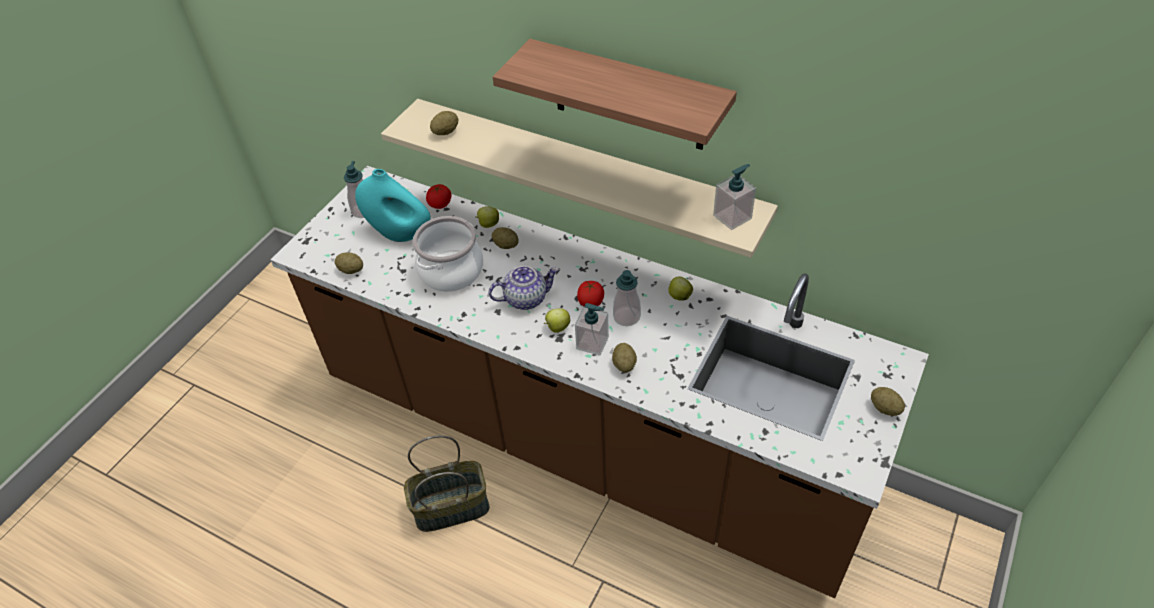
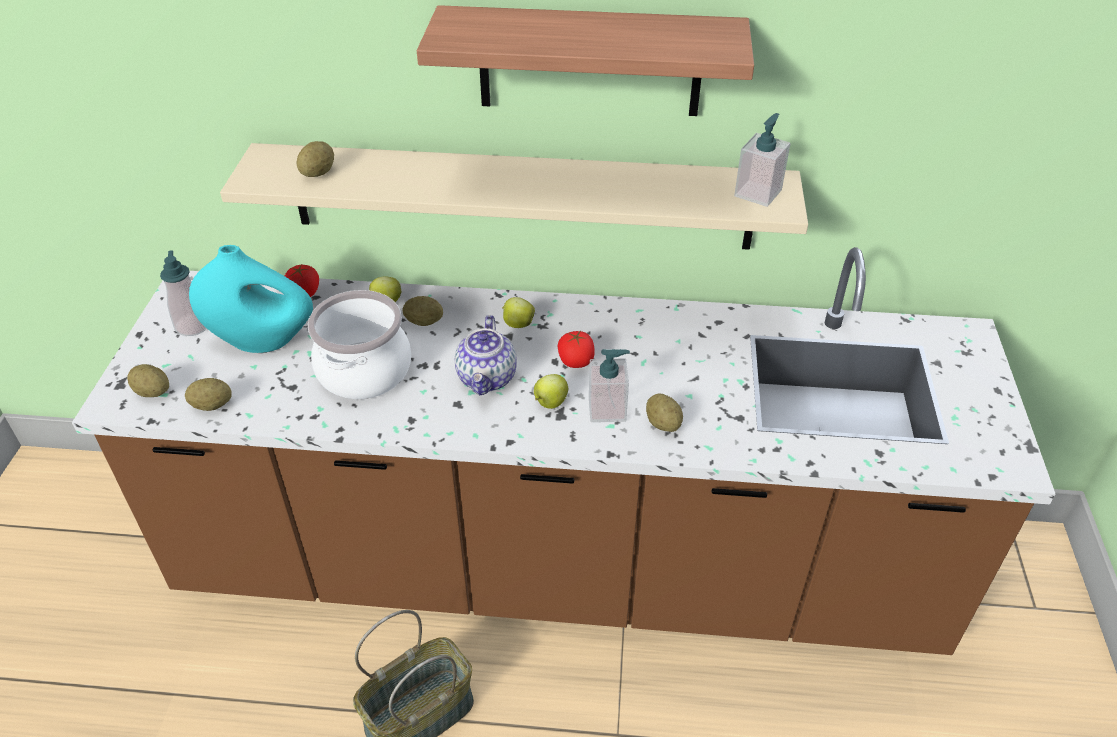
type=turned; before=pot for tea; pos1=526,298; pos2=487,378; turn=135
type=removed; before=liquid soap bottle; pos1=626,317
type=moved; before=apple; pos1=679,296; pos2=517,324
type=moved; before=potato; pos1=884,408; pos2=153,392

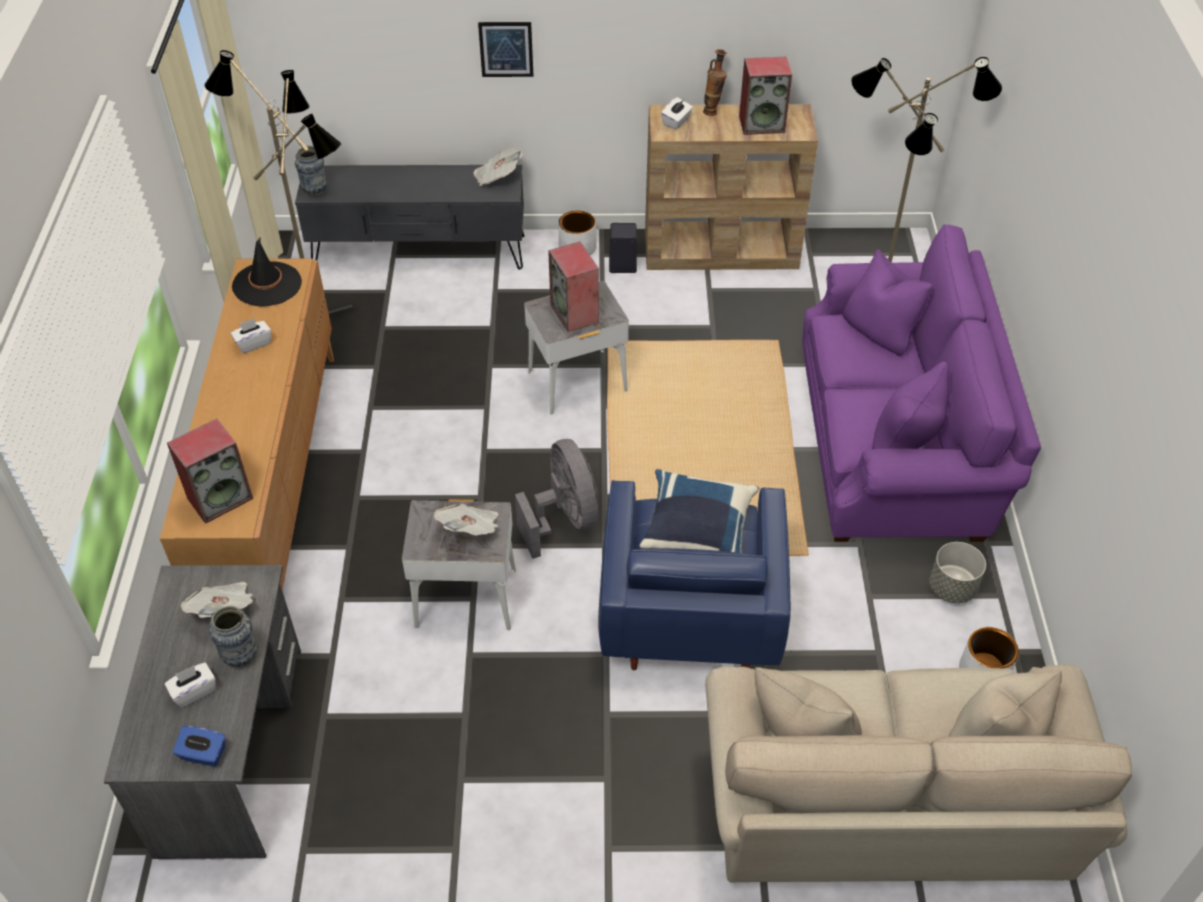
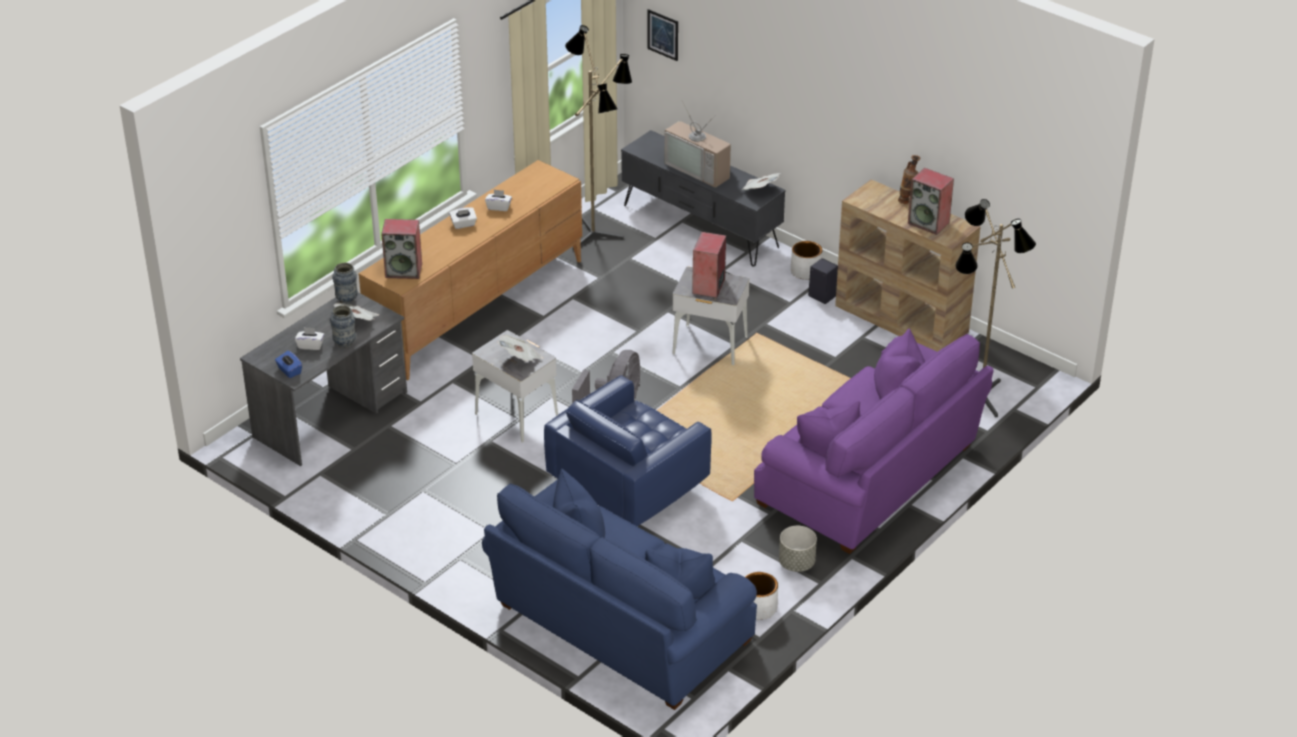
type=moved; before=wall picture; pos1=506,49; pos2=663,35
type=moved; before=tissue holder/whitish; pos1=676,121; pos2=463,224
type=moved; before=vase; pos1=315,191; pos2=347,300
type=removed; before=wearable hat/blackish; pos1=267,284
type=removed; before=throw pillow/bluish; pos1=697,530
type=recoloured; before=couch/sand-coloured; after=couch/bluish; pos1=885,807; pos2=620,627
type=added; after=TV; pos2=700,169

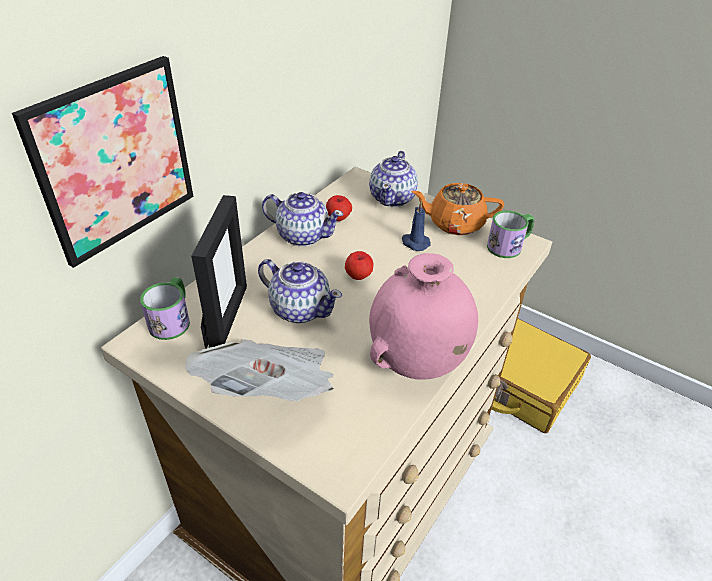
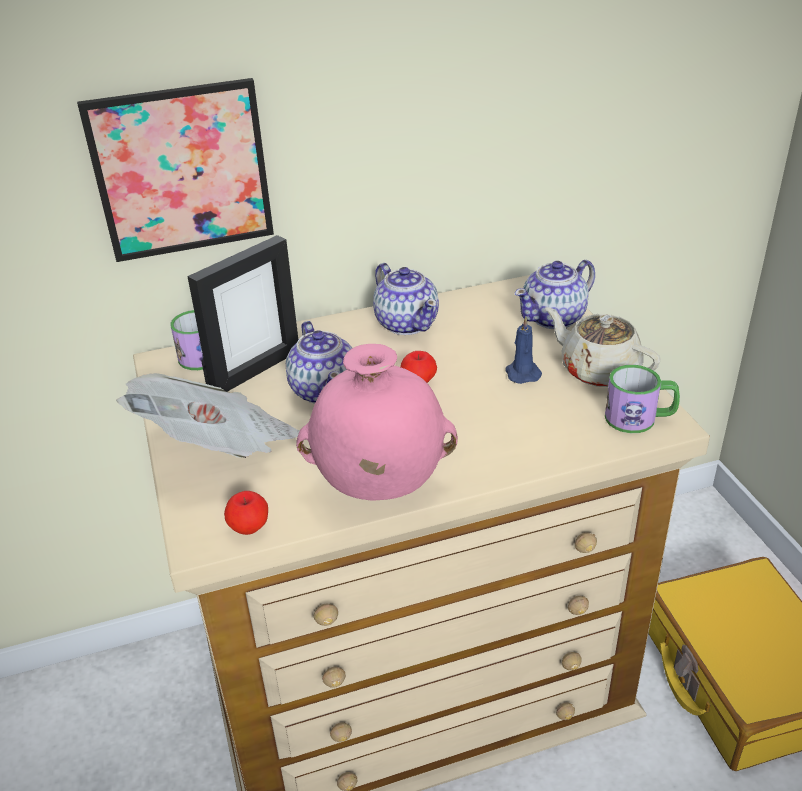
type=recoloured; before=pot for tea/orange-coloured; after=pot for tea/sand-coloured; pos1=454,223; pos2=598,370
type=moved; before=apple; pos1=338,218; pos2=249,528

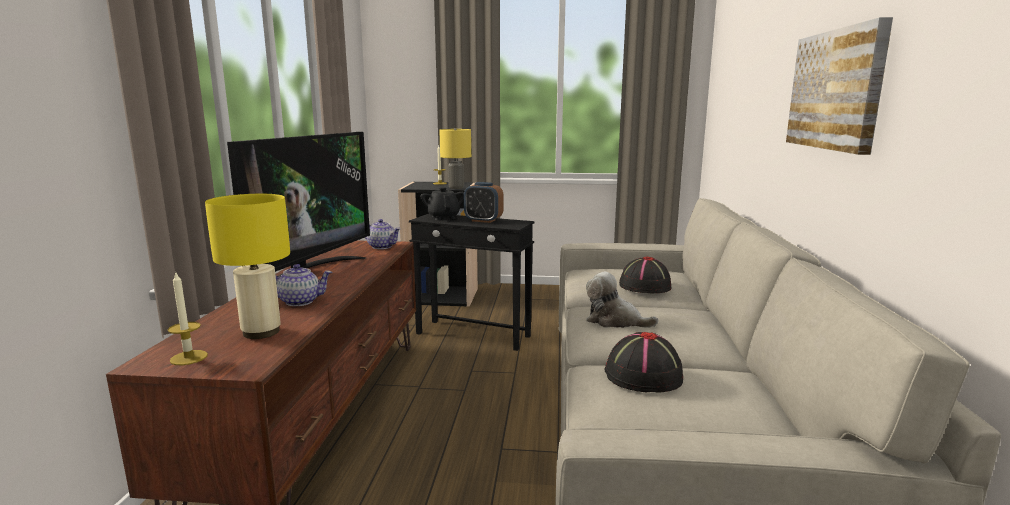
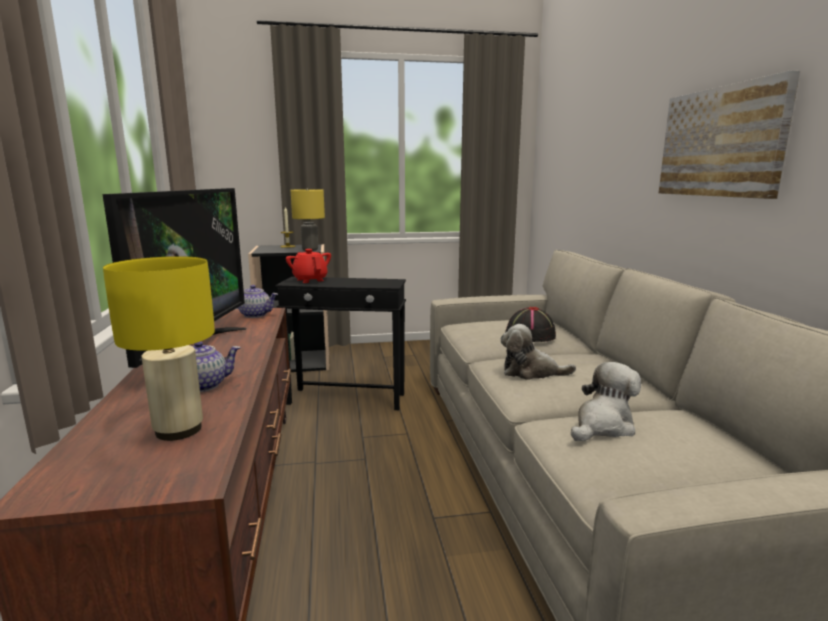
type=removed; before=alarm clock; pos1=483,220
type=recoloured; before=pot for tea/blackish; after=pot for tea/red-coloured; pos1=443,217; pos2=310,280
type=removed; before=wax light; pos1=189,357
type=replaced; before=wearable hat/blackish; after=soft toy; pos1=642,376; pos2=602,426

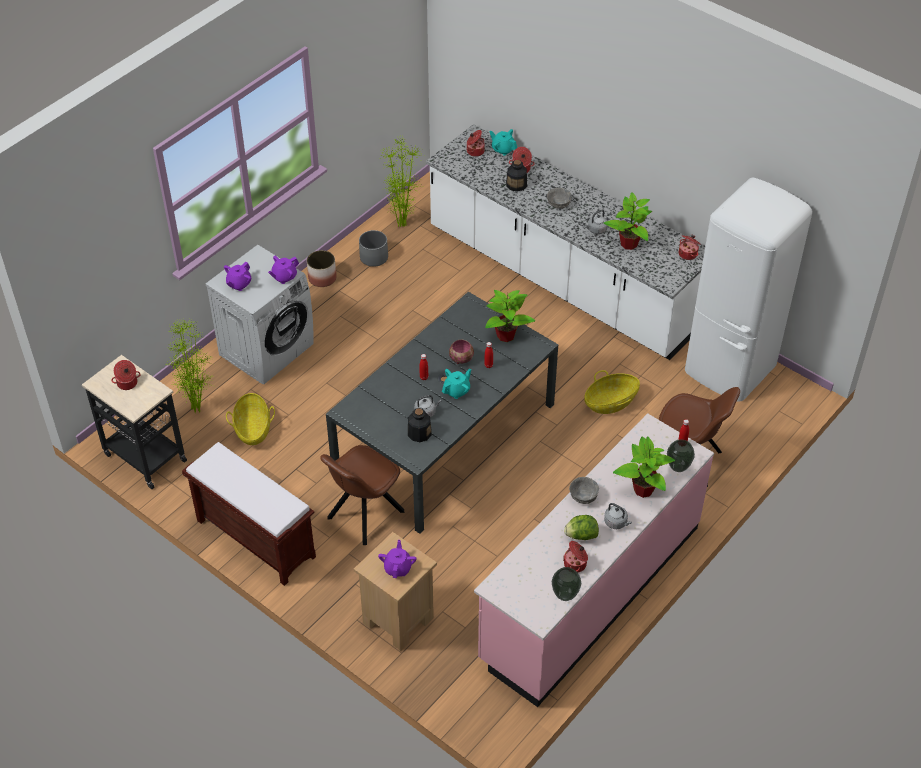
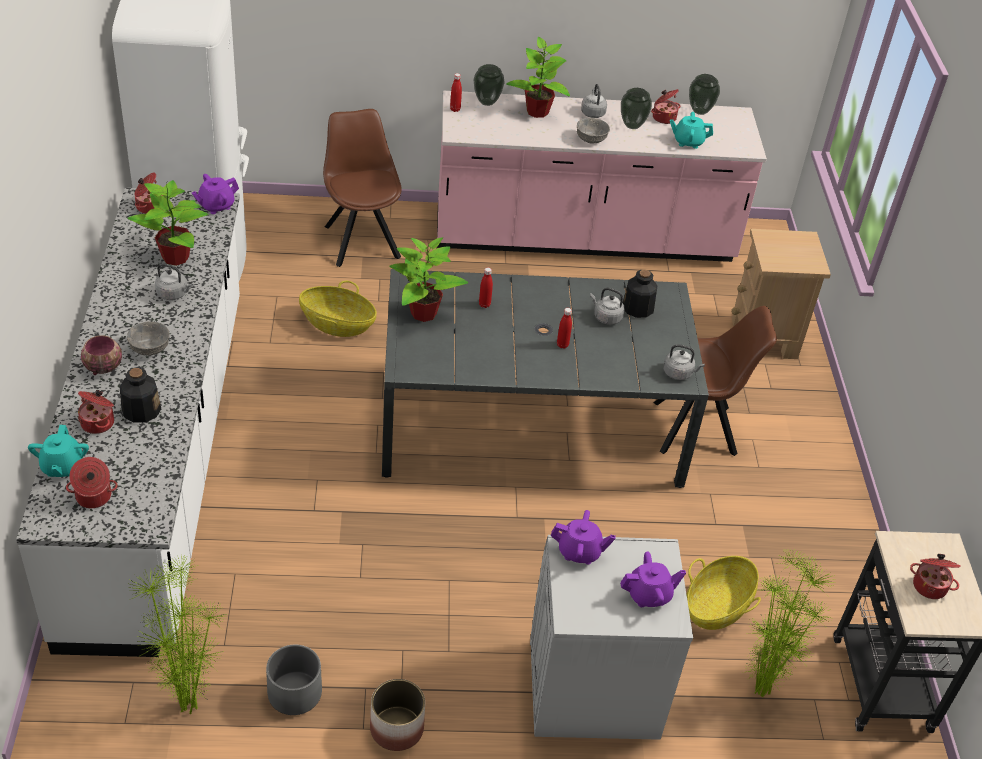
type=moved; before=bowl; pos1=462,359; pos2=102,367
type=moved; before=pot for tea/blue-green; pos1=457,391; pos2=688,142
type=removed; before=long seat/brown-coloured; pos1=254,538
type=replaced; before=head of lettuce; after=vase; pos1=581,535; pos2=632,125
type=moved; before=pot for tea/purplish; pos1=398,568; pos2=216,206
type=added; after=kettle/gray; pos2=679,373

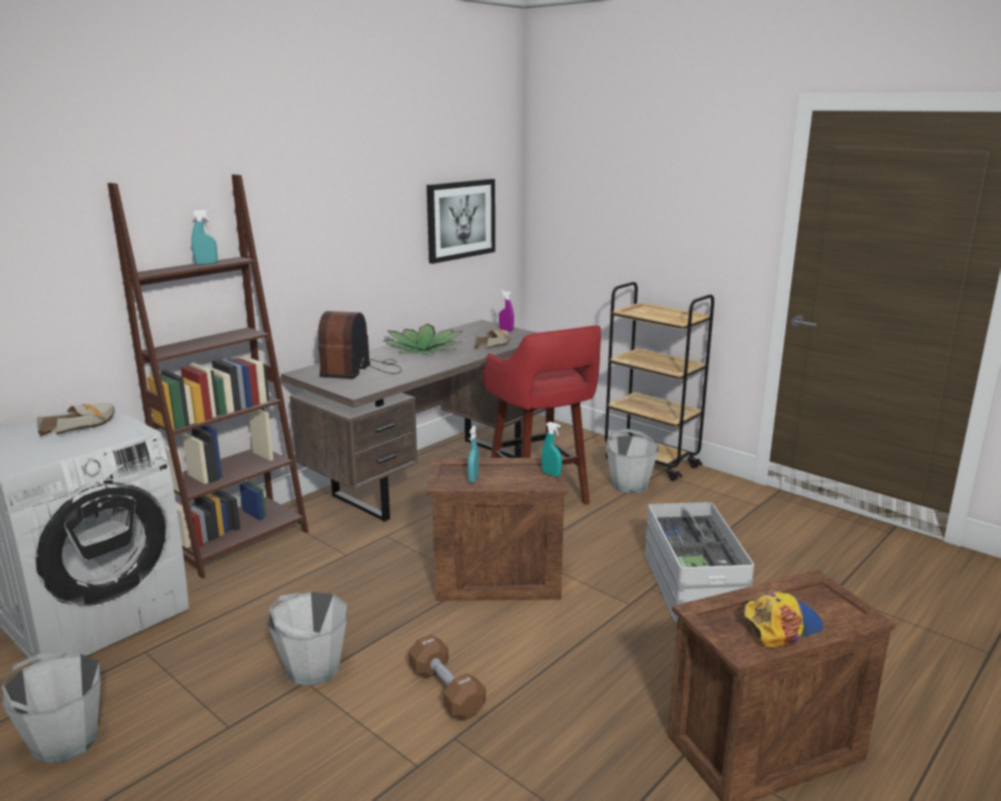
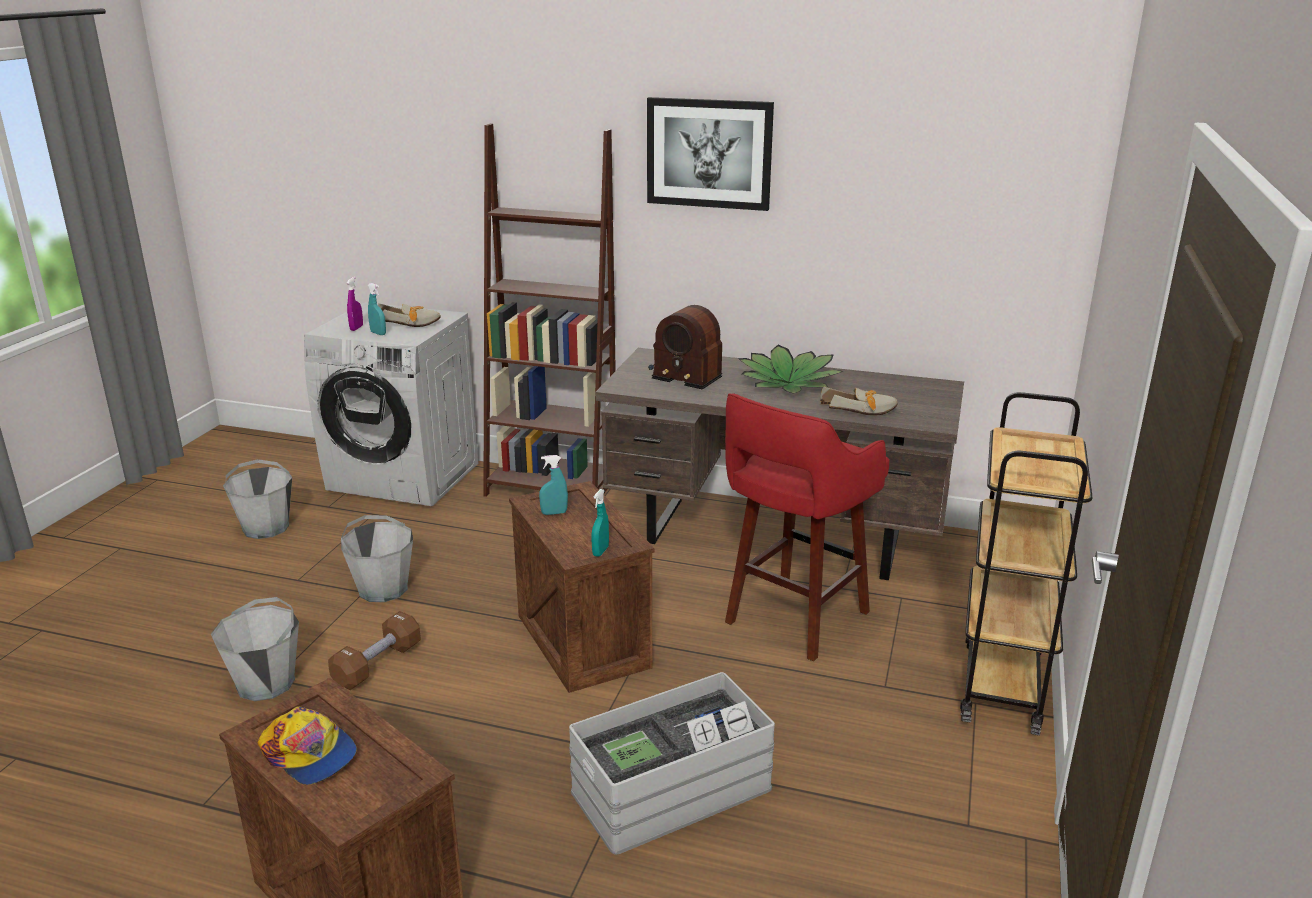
type=moved; before=wall picture; pos1=460,219; pos2=709,153
type=moved; before=hand sprayer/blue-green; pos1=206,264; pos2=378,333
type=moved; before=hand sprayer/purplish; pos1=506,330; pos2=356,328
type=turned; before=radio; pos1=361,370; pos2=685,373; turn=-135
type=moved; before=pail/gray; pos1=629,485; pos2=266,683

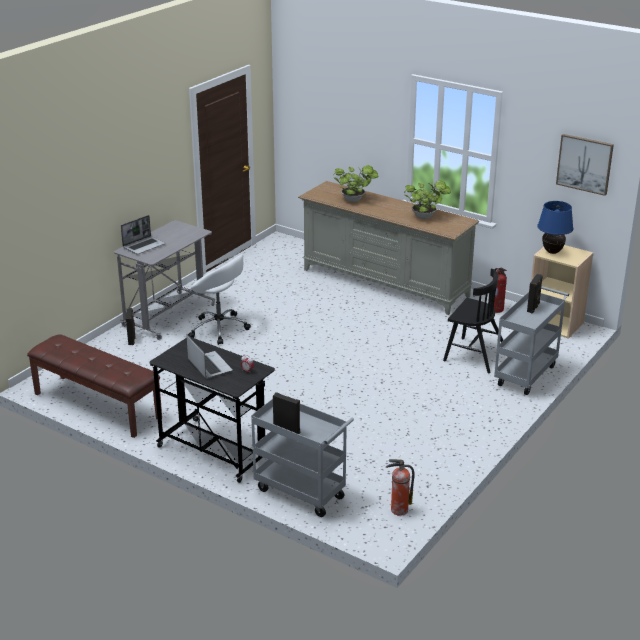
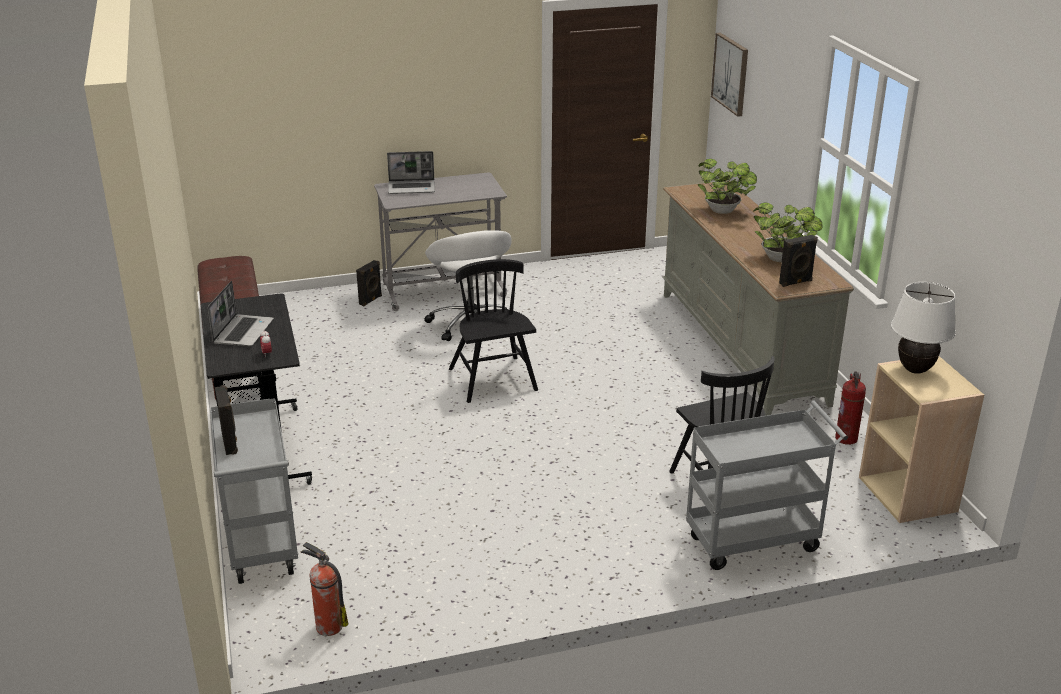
type=moved; before=wall picture; pos1=584,164; pos2=731,73
type=recoloured; before=lamp for a table/bluish; after=lamp for a table/whitish; pos1=552,252; pos2=915,370
type=moved; before=audio speaker/blackish; pos1=533,307; pos2=796,282
type=added; after=plain chair/blackish; pos2=494,382

